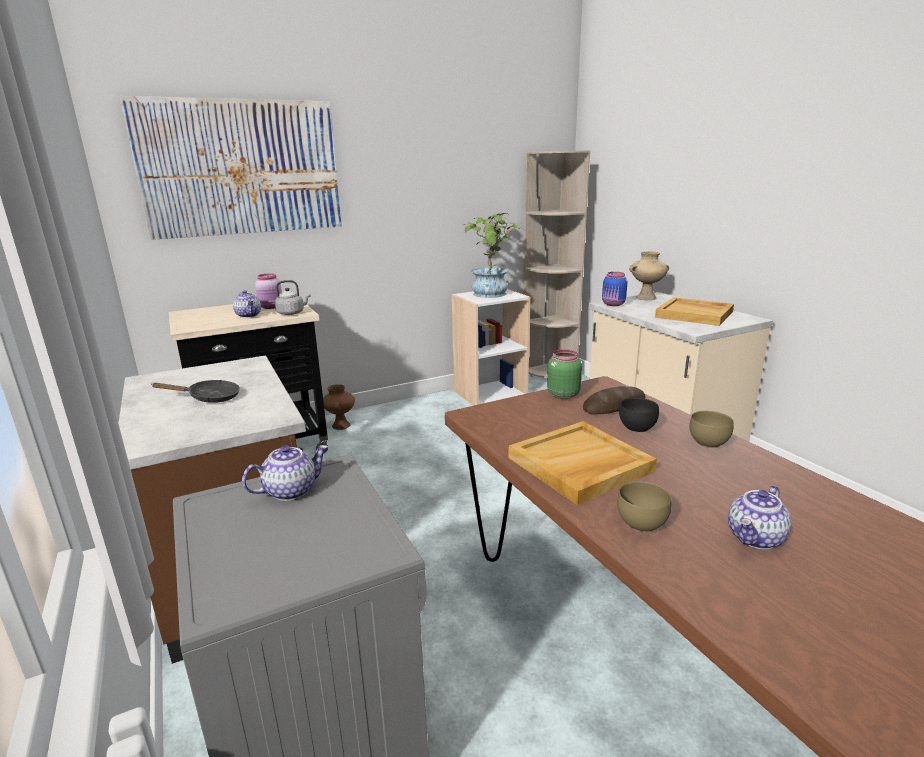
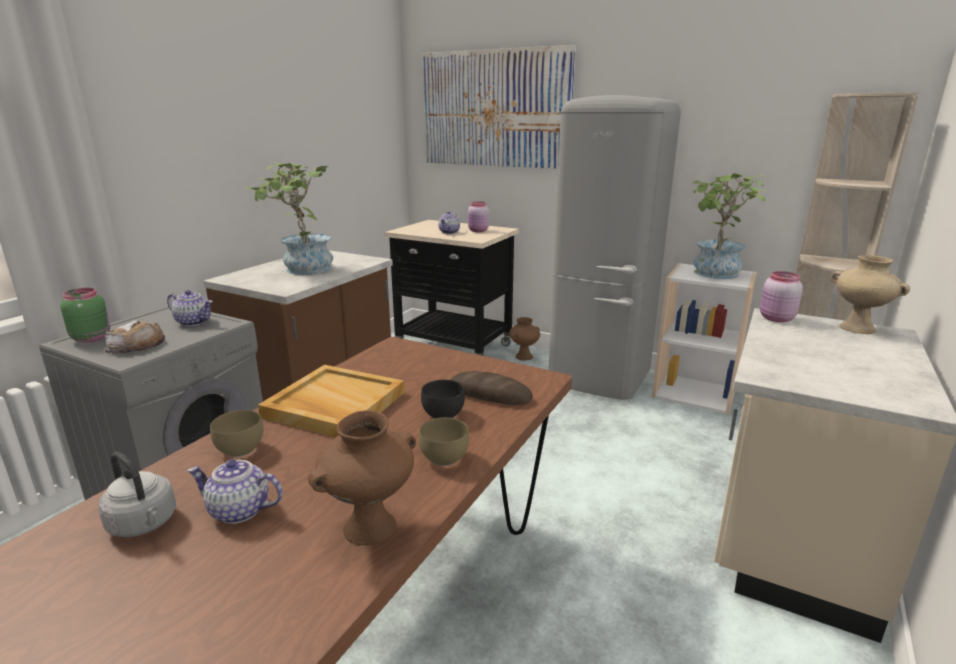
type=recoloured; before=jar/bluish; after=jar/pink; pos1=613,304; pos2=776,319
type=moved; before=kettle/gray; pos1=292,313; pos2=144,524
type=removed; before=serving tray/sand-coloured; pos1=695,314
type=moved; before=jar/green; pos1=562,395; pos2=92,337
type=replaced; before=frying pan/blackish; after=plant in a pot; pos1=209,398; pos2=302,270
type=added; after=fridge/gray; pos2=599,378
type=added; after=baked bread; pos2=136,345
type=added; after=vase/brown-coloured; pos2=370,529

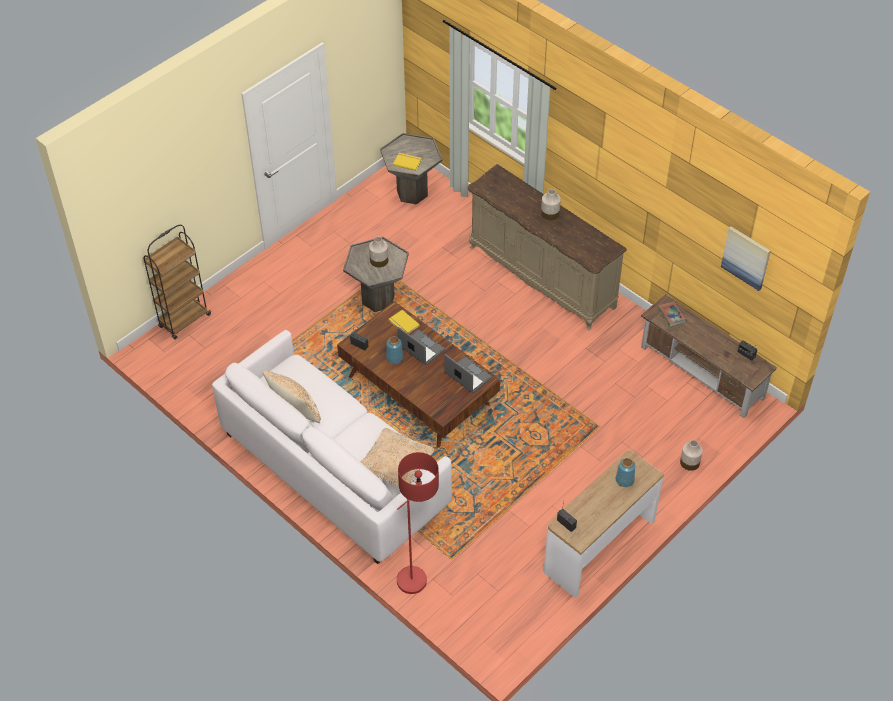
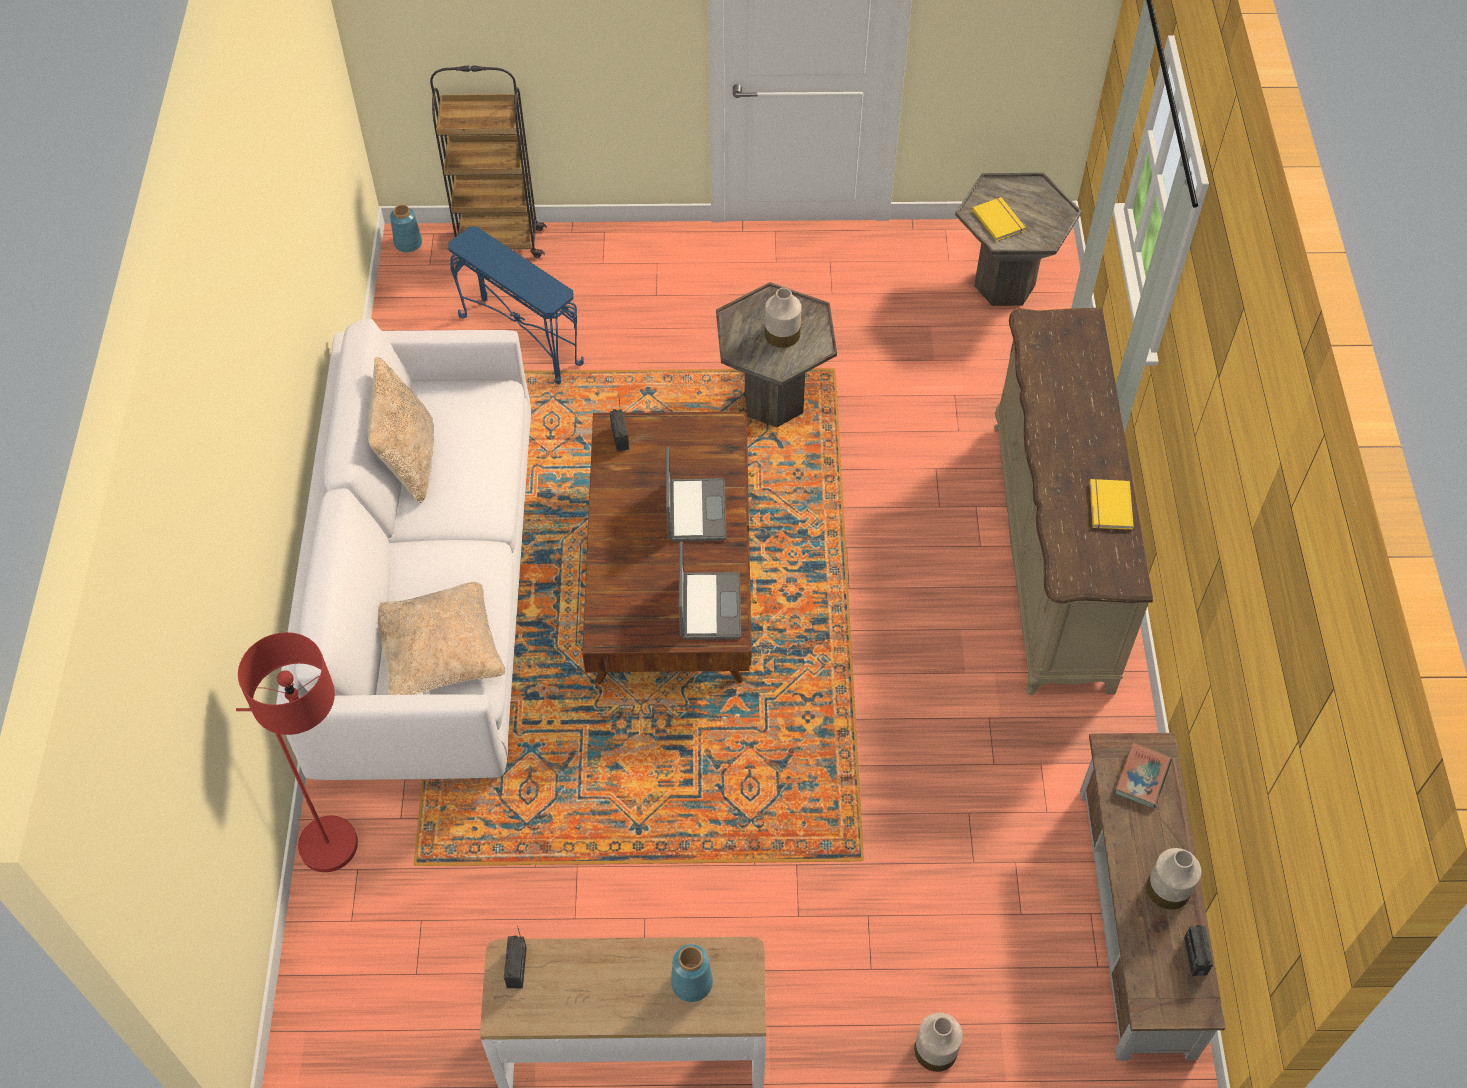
type=moved; before=vase/sand-coloured; pos1=549,213; pos2=1167,888
type=removed; before=wall picture; pos1=746,257
type=moved; before=book/yellow-coloured; pos1=403,324; pos2=1108,506
type=moved; before=vase/bluish; pos1=394,357; pos2=408,243
type=added; after=side table/bluish; pos2=521,340

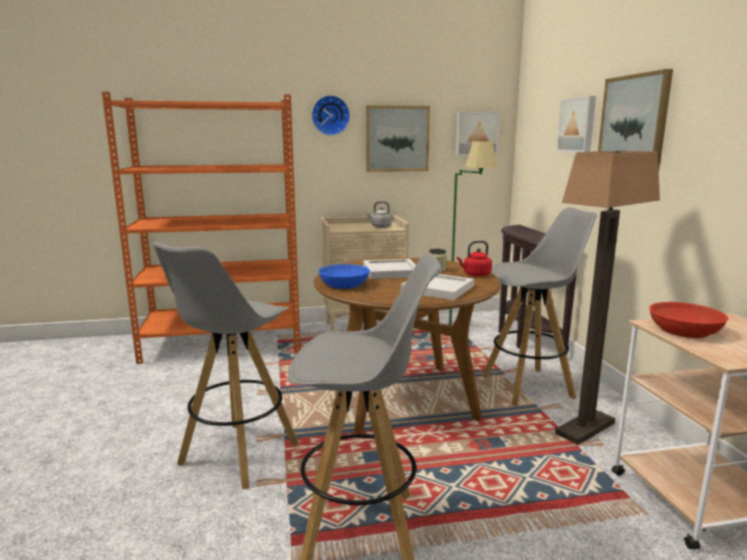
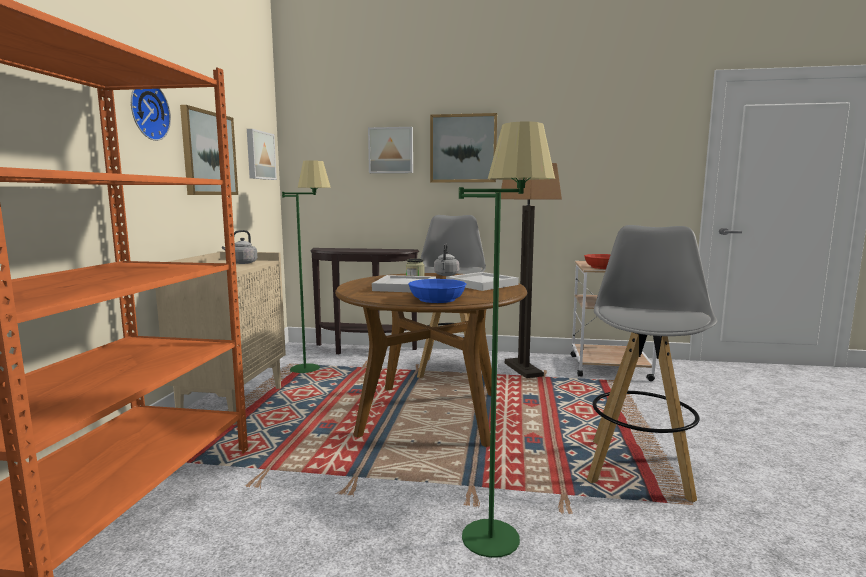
type=recoloured; before=kettle/red-coloured; after=kettle/gray; pos1=475,274; pos2=446,275
type=replaced; before=stool/gray; after=standing lamp/green; pos1=237,454; pos2=500,523

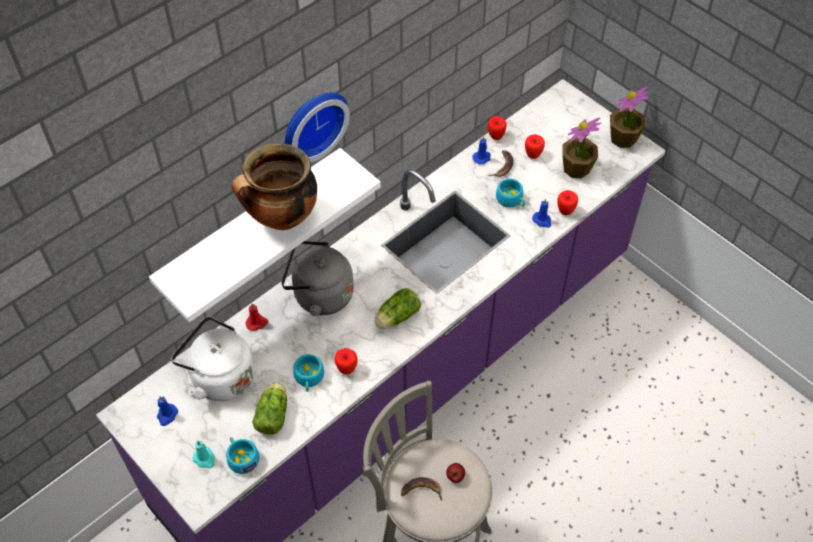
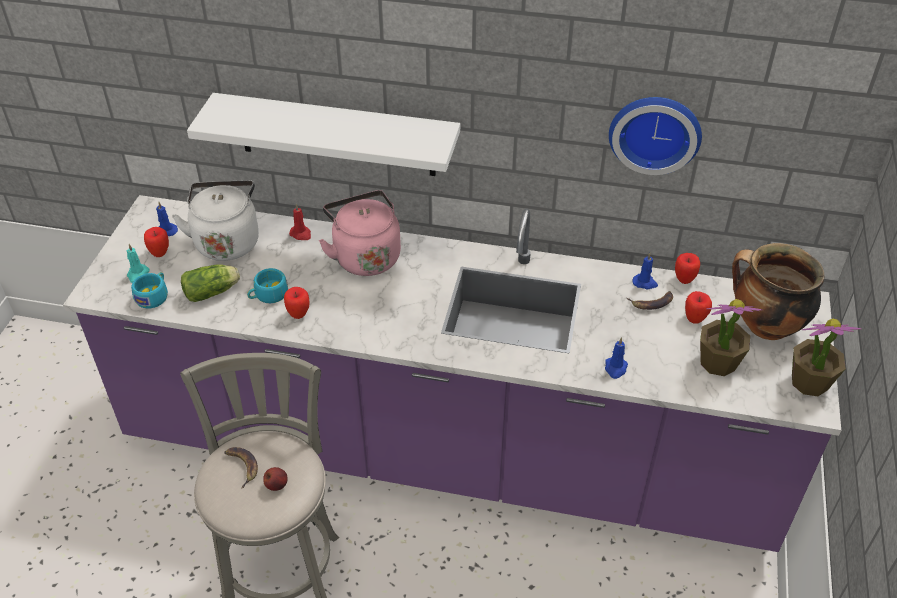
type=moved; before=clock on the wall; pos1=311,123; pos2=655,131
type=moved; before=cooking pot; pos1=282,218; pos2=764,326
type=removed; before=drinking cup/blue-green; pos1=511,200
type=moved; before=apple; pos1=565,211; pos2=160,253
type=recoloured; before=kettle/gray; after=kettle/pink; pos1=319,295; pos2=365,256
type=removed; before=head of lettuce; pos1=396,317

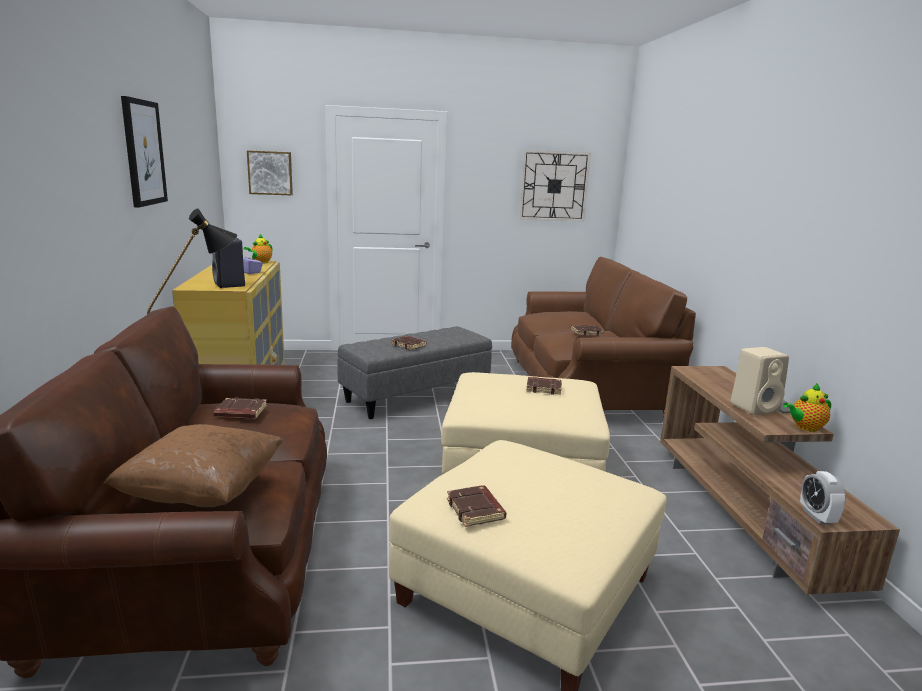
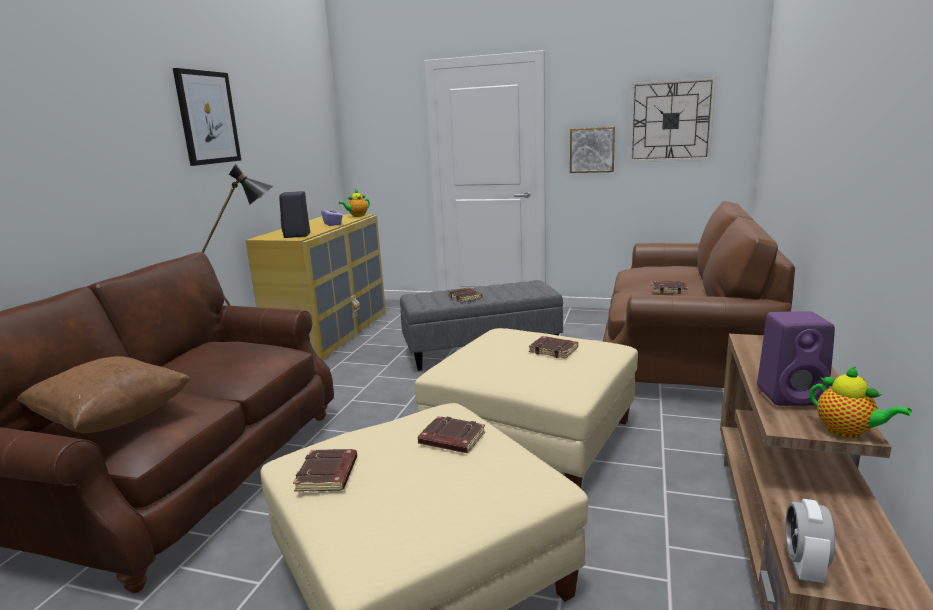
type=moved; before=wall picture; pos1=270,173; pos2=592,150
type=recoloured; before=audio speaker/sand-coloured; after=audio speaker/purplish; pos1=755,407; pos2=792,395
type=turned; before=pot for tea; pos1=805,427; pos2=847,432; turn=-135
type=moved; before=book/brown-coloured; pos1=240,413; pos2=451,440

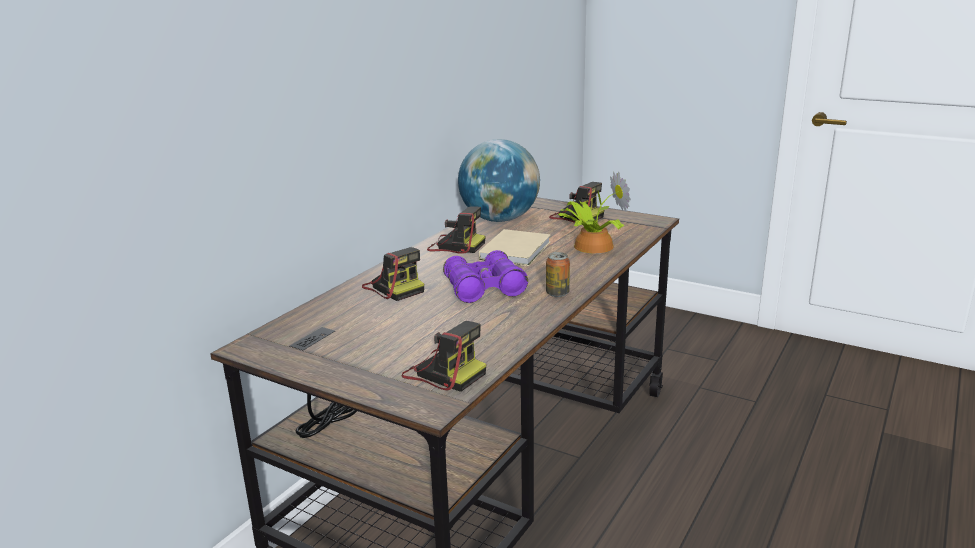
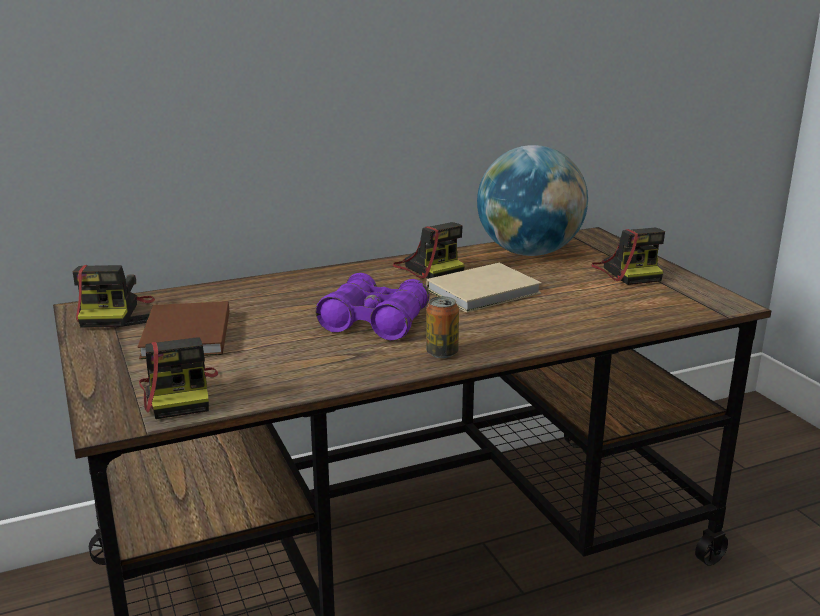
type=removed; before=plant in a pot; pos1=590,246
type=moved; before=photo camera; pos1=394,288; pos2=114,312
type=added; after=book/brown-coloured; pos2=184,336

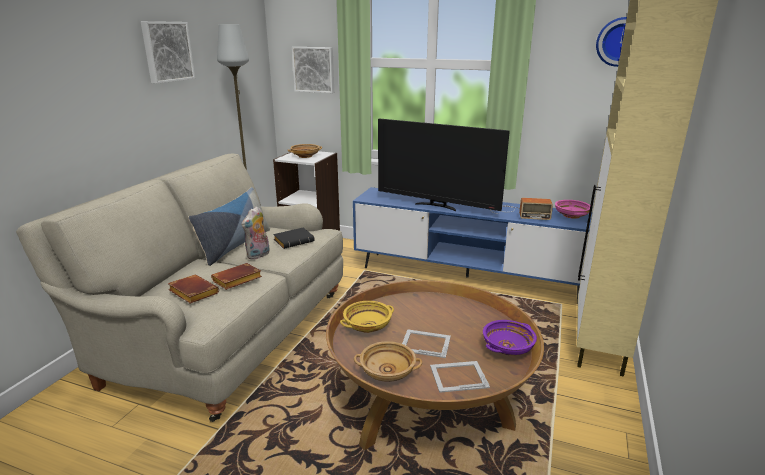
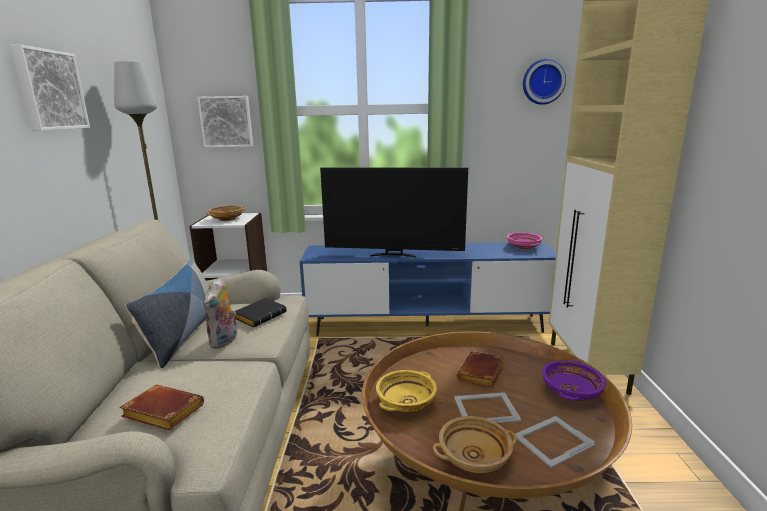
type=removed; before=radio; pos1=517,212
type=moved; before=book/brown-coloured; pos1=236,280; pos2=482,374

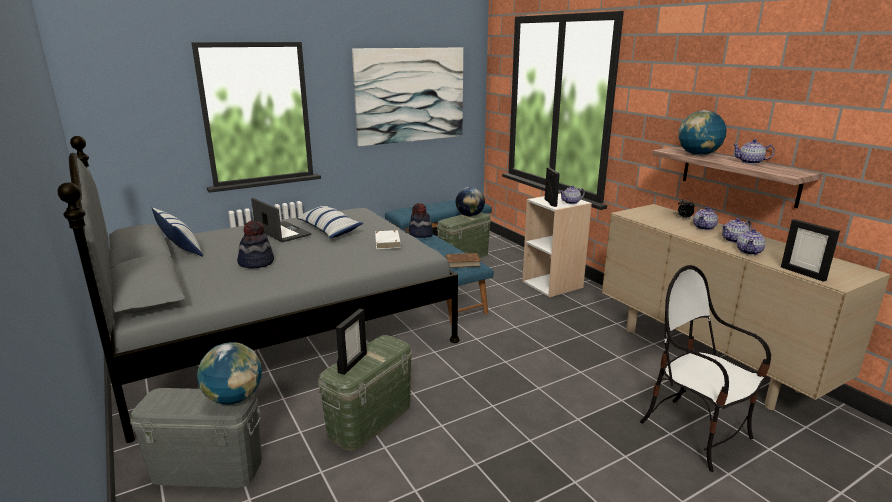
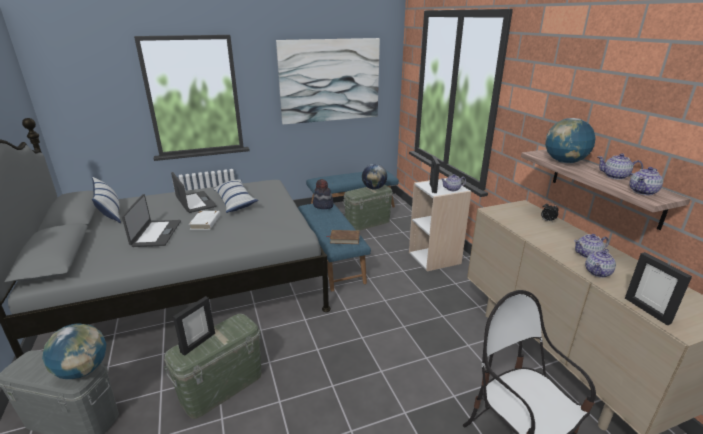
type=moved; before=pot for tea; pos1=704,227; pos2=643,192
type=replaced; before=wearable hat; after=laptop; pos1=256,262; pos2=156,233
type=moved; before=book/whitish; pos1=388,242; pos2=205,222

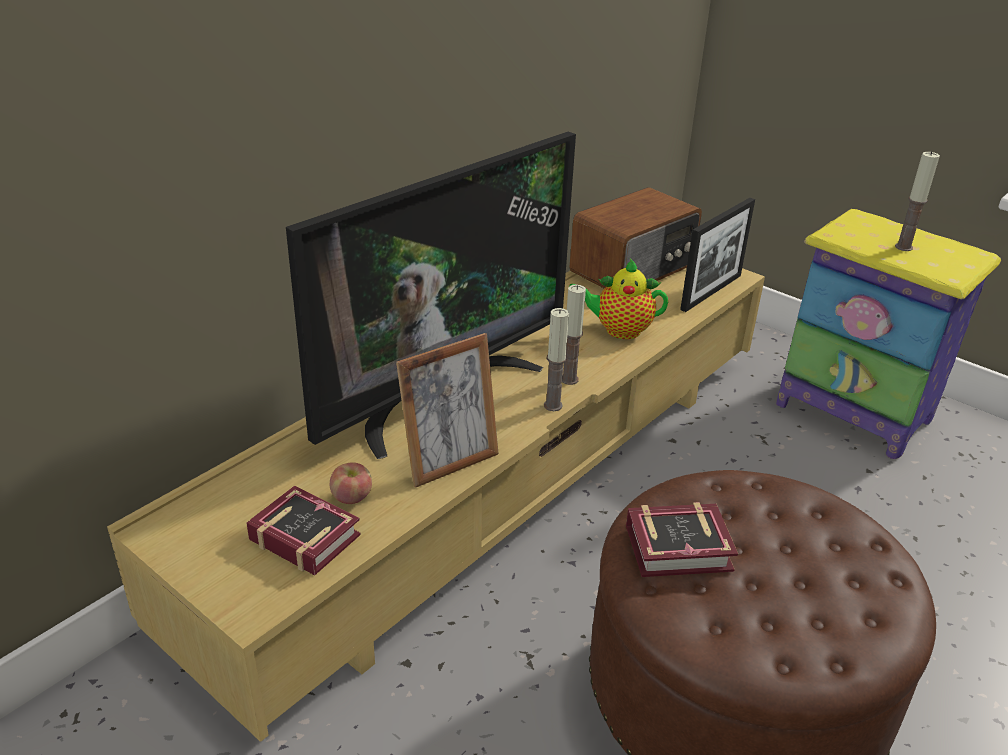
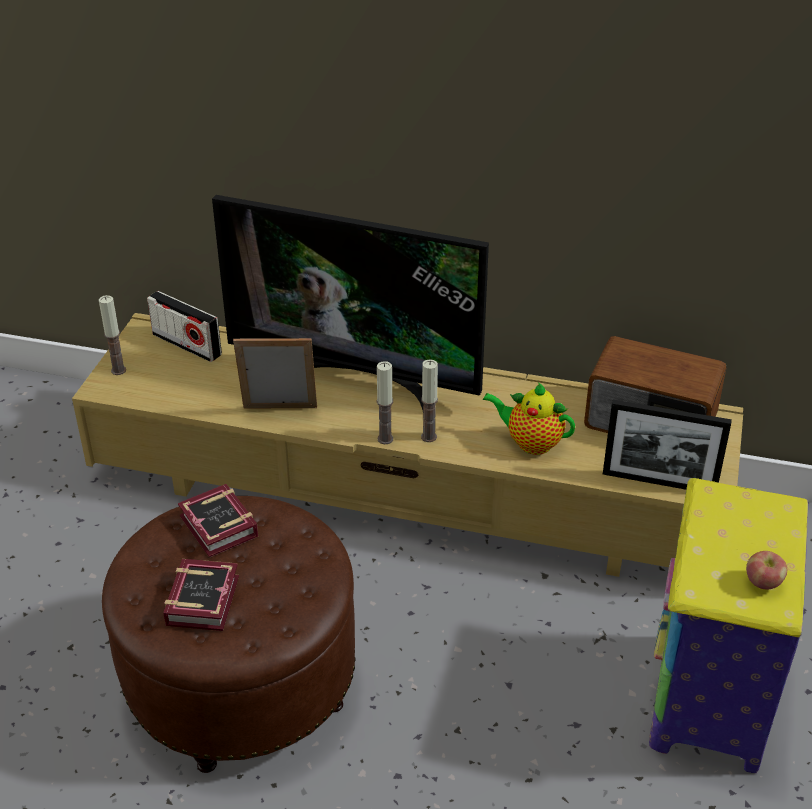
type=moved; before=wax light; pos1=903,247; pos2=118,370
type=turned; before=pot for tea; pos1=618,330; pos2=530,443; turn=-45
type=turned; before=picture frame; pos1=450,463; pos2=279,413; turn=150
type=moved; before=apple; pos1=352,498; pos2=763,583
type=moved; before=book; pos1=303,534; pos2=206,598
type=added; after=radio; pos2=187,344

